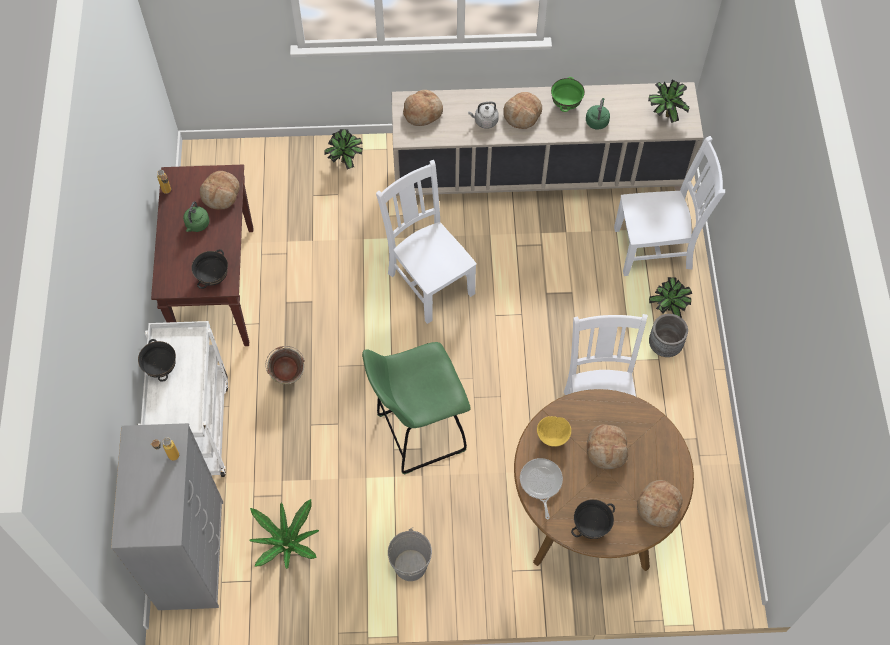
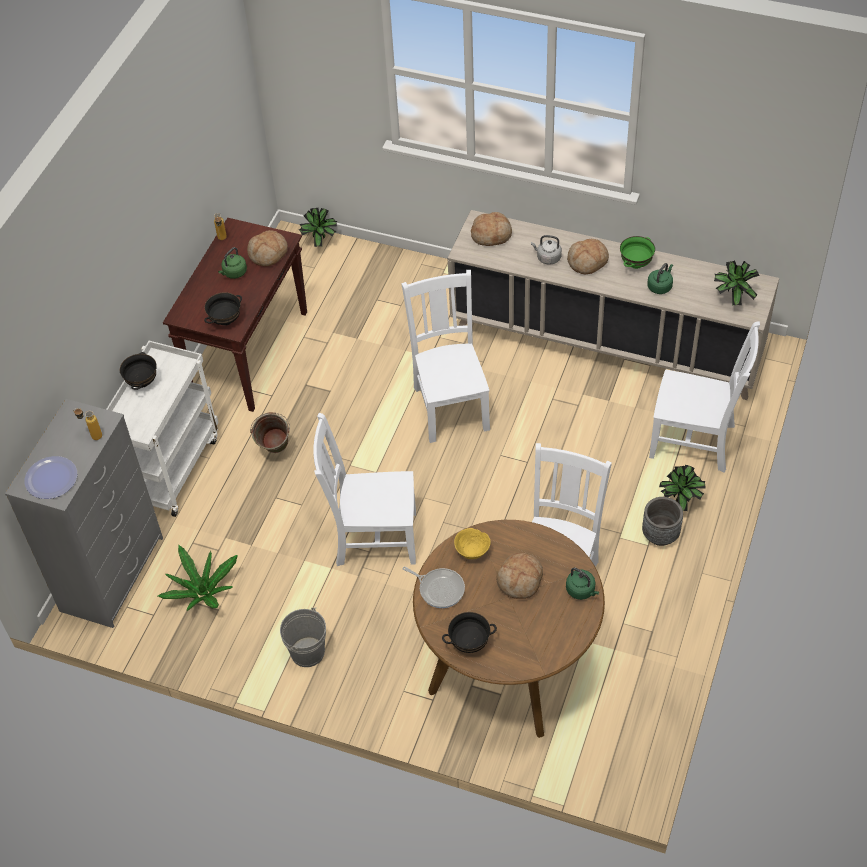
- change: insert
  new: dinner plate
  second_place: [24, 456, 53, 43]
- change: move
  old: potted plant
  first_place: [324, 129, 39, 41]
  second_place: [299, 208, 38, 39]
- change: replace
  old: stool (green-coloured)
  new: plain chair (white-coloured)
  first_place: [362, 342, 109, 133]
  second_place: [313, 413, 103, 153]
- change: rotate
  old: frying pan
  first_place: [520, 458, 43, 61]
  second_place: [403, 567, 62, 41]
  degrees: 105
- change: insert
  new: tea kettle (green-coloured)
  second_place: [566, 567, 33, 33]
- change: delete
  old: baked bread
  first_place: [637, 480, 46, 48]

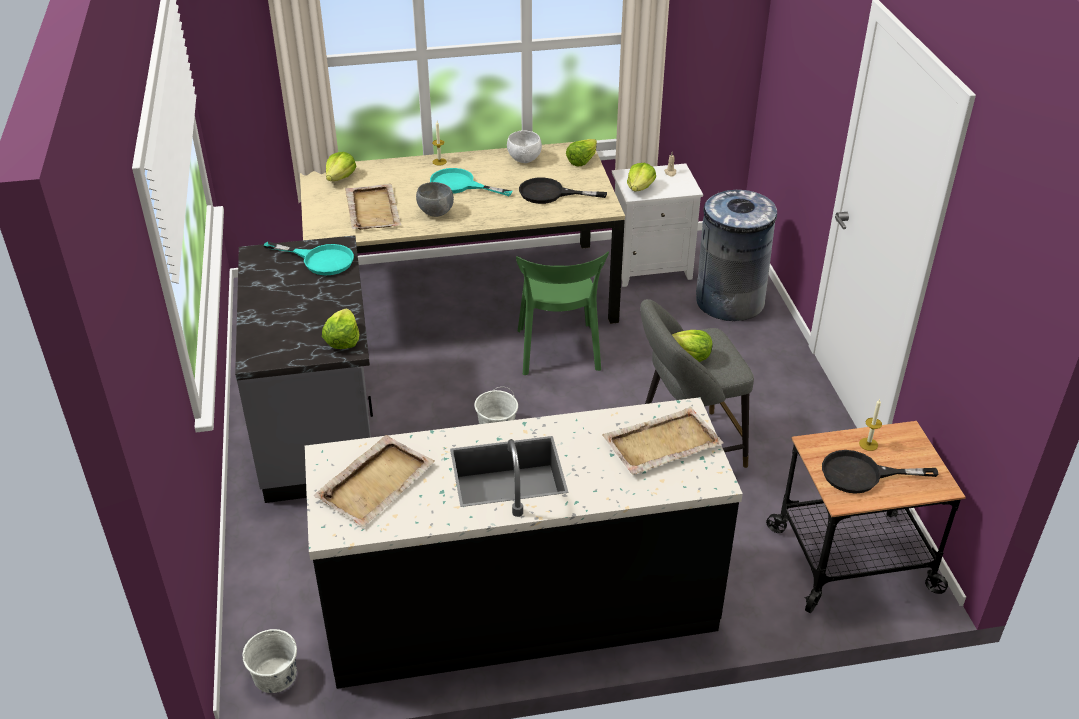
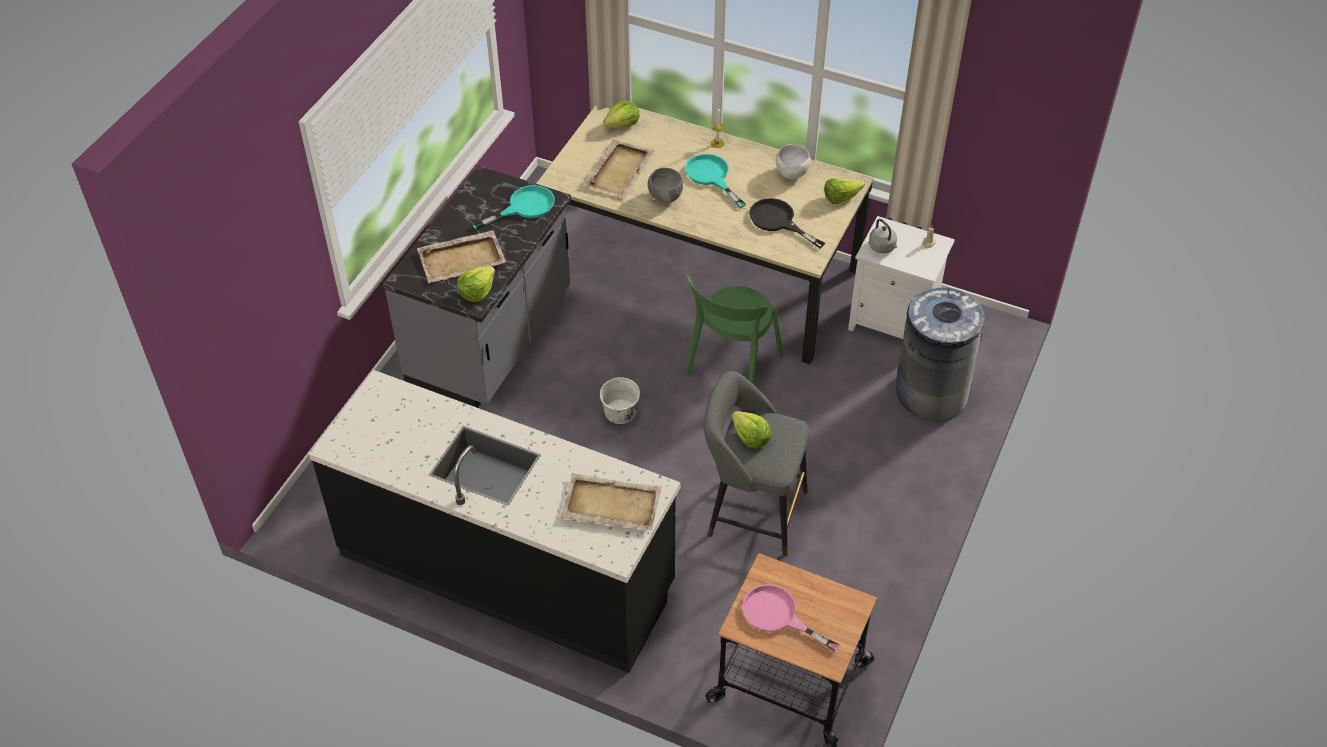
- change: move
  old: carrying tray (beige)
  first_place: [314, 435, 120, 92]
  second_place: [417, 230, 89, 53]
- change: rotate
  old: frying pan (turquoise-coloured)
  first_place: [263, 241, 91, 34]
  second_place: [472, 185, 83, 45]
  degrees: -90
- change: recolor
  old: frying pan (black-coloured)
  new: frying pan (pinkish)
  first_place: [822, 450, 116, 44]
  second_place: [742, 584, 98, 68]
- change: replace
  old: lettuce
  new: tea kettle (gray)
  first_place: [627, 163, 29, 29]
  second_place: [869, 219, 28, 34]
- change: delete
  old: water bucket (white-coloured)
  first_place: [242, 629, 55, 64]
- change: delete
  old: candle
  first_place: [859, 399, 23, 52]

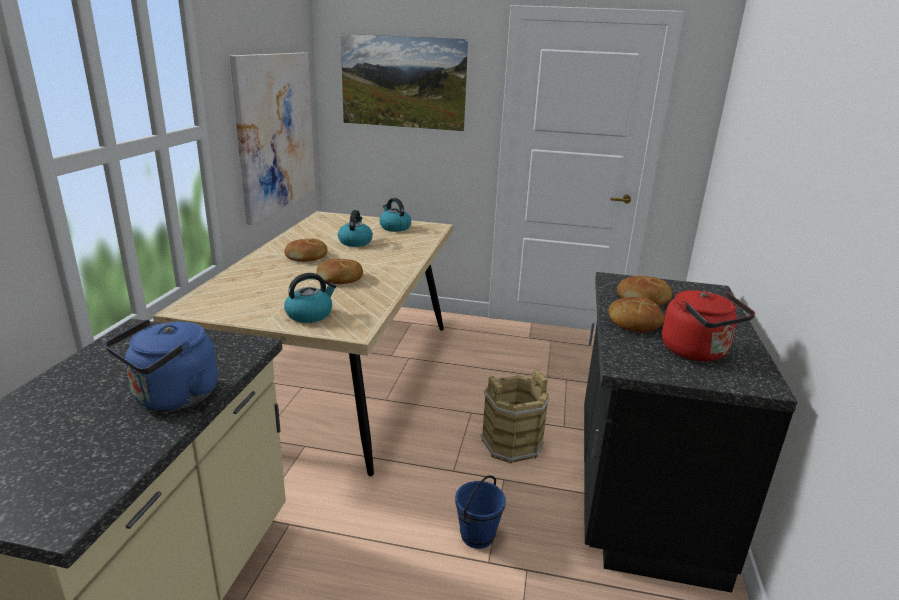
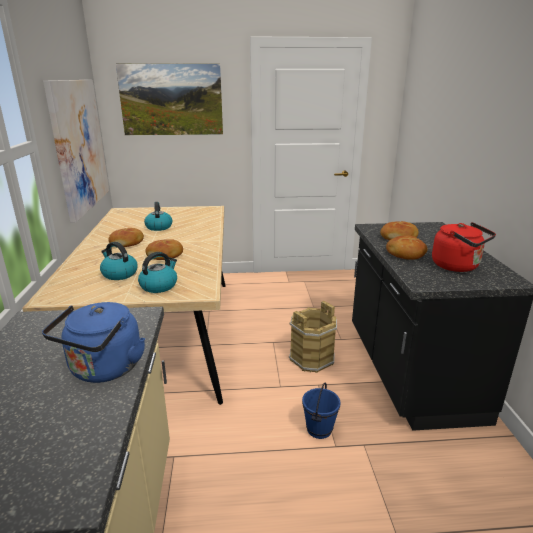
- change: move
  old: tea kettle
  first_place: [379, 198, 32, 34]
  second_place: [100, 242, 38, 38]

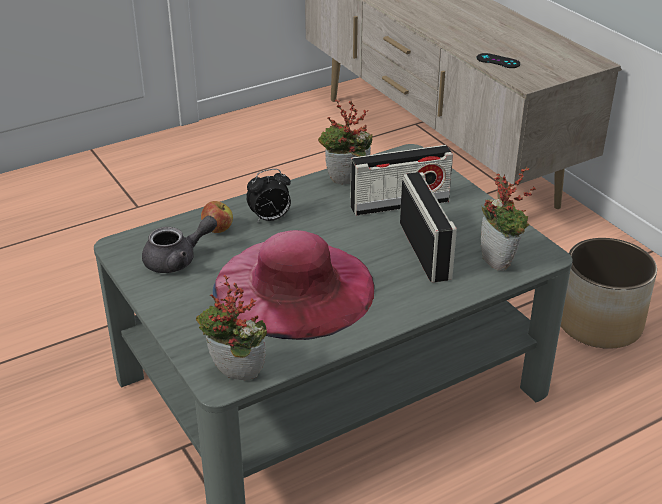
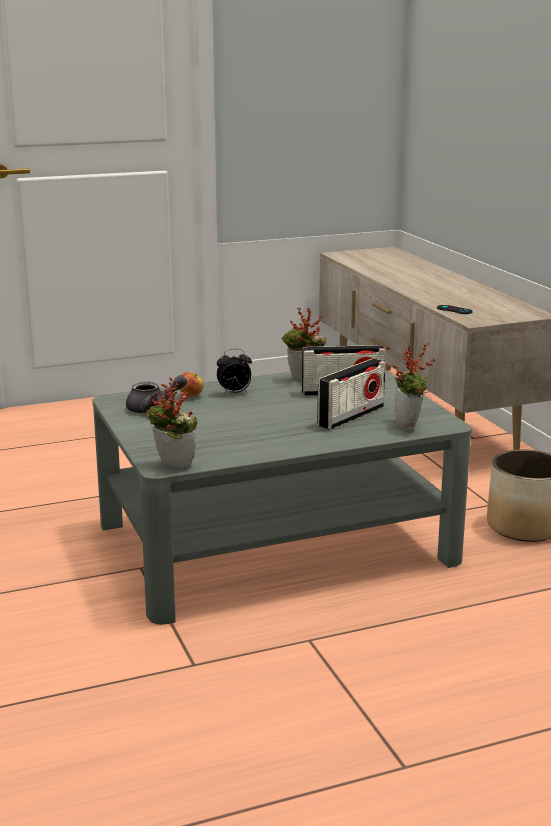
- change: rotate
  old: radio
  first_place: [400, 172, 57, 110]
  second_place: [317, 359, 68, 71]
  degrees: 45
- change: delete
  old: clothing hat (pinkish)
  first_place: [213, 230, 162, 110]

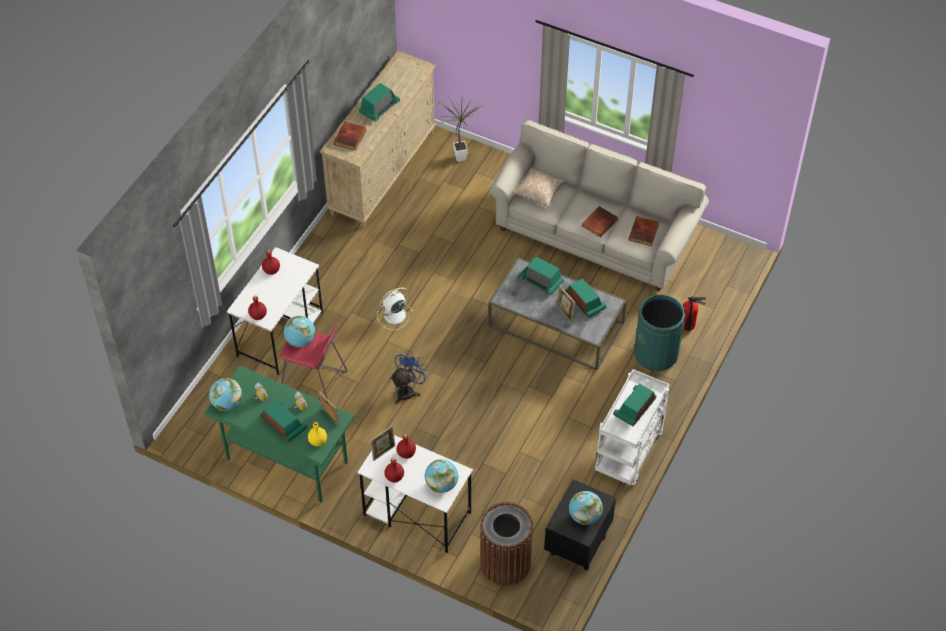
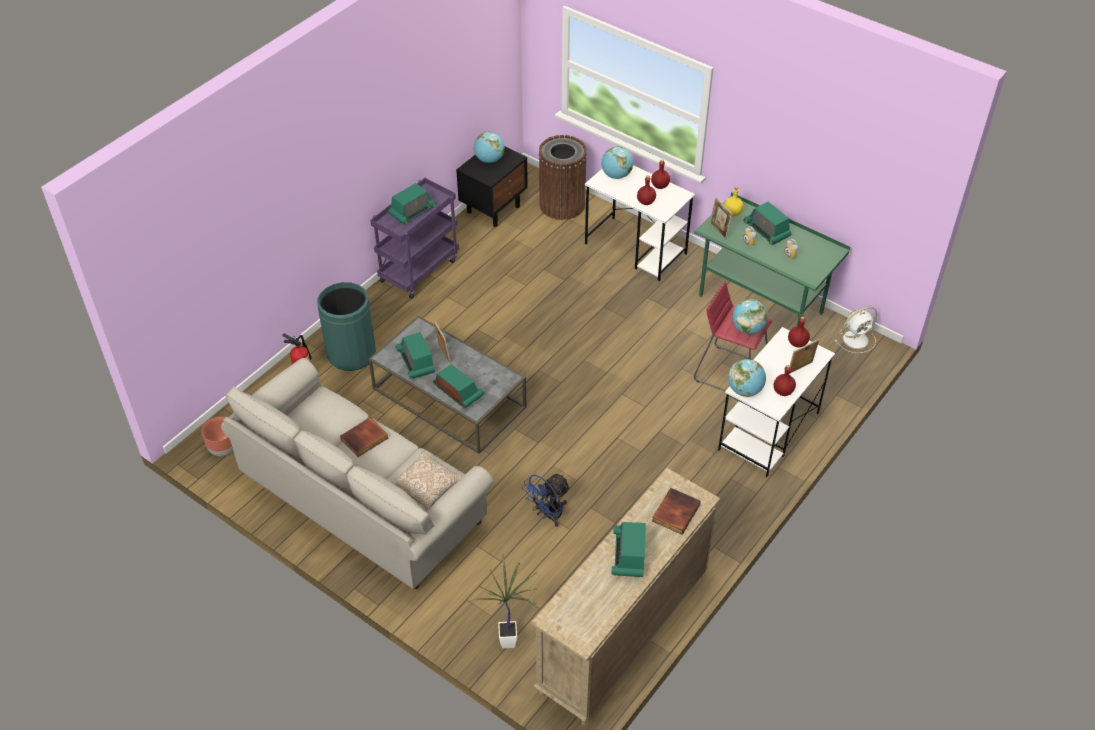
- change: insert
  new: planter (brown-coloured)
  second_place: [201, 417, 32, 39]
- change: recolor
  old: trolley (white-coloured)
  new: trolley (purple-coloured)
  first_place: [595, 369, 75, 116]
  second_place: [370, 178, 89, 121]
- change: move
  old: fan (blue)
  first_place: [390, 350, 40, 54]
  second_place: [522, 474, 49, 53]
- change: rotate
  old: radio
  first_place: [359, 83, 41, 38]
  second_place: [611, 522, 35, 55]
  degrees: -45
- change: move
  old: globe
  first_place: [209, 378, 33, 33]
  second_place: [728, 359, 38, 38]
- change: move
  old: picture frame
  first_place: [370, 425, 25, 36]
  second_place: [790, 339, 29, 34]
- change: move
  old: fan (white-coloured)
  first_place: [377, 287, 36, 43]
  second_place: [835, 307, 43, 46]
- change: delete
  old: book
  first_place: [629, 216, 30, 30]

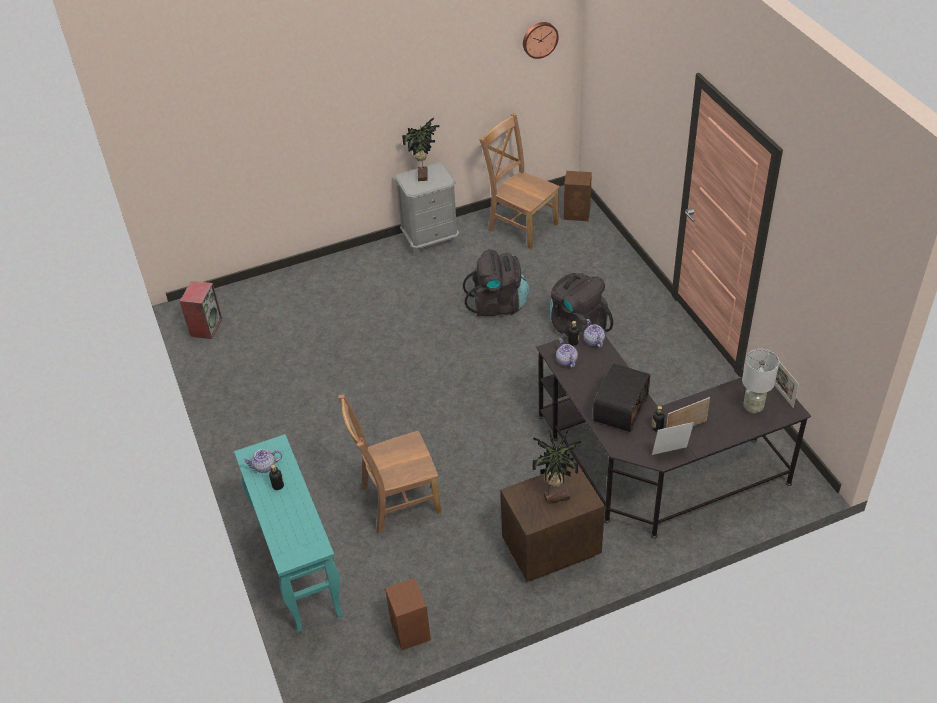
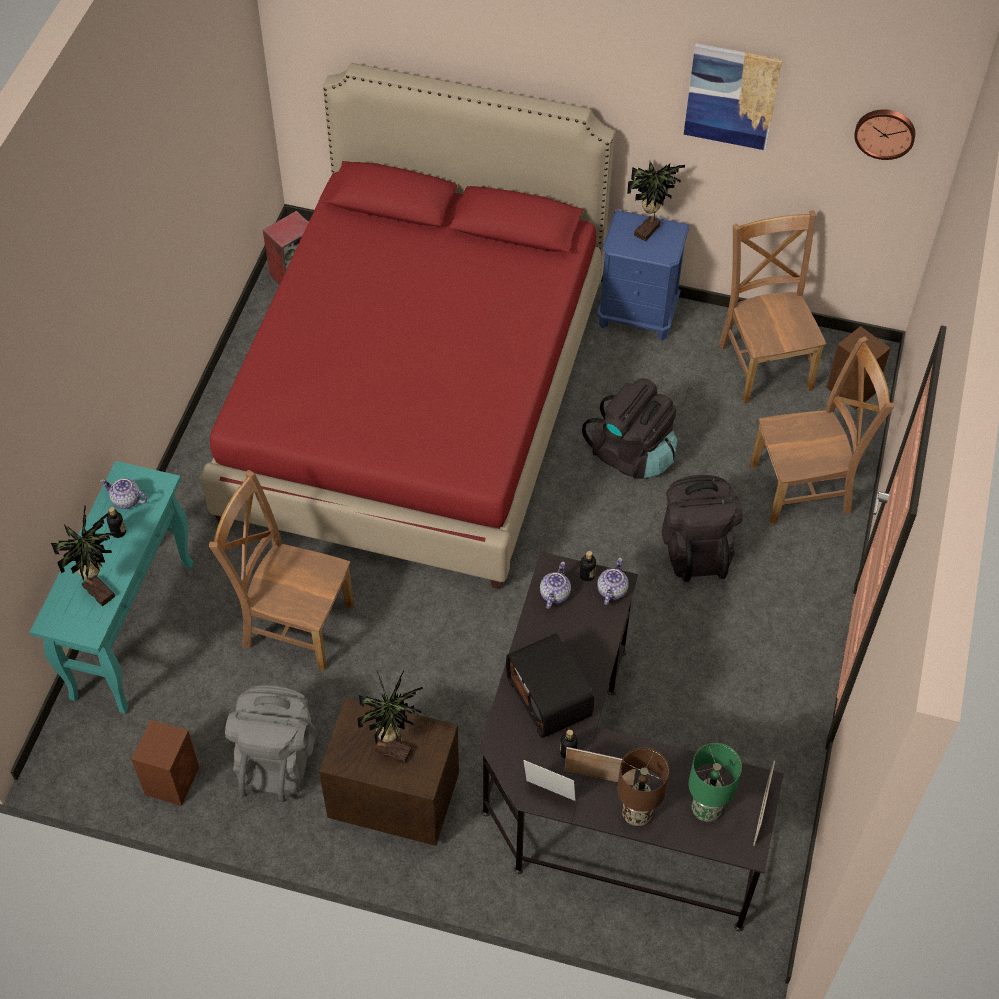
- change: insert
  new: potted plant
  second_place: [51, 506, 65, 100]
- change: insert
  new: bedroom bed (reddish)
  second_place: [201, 63, 414, 526]
- change: insert
  new: rucksack (gray)
  second_place: [225, 685, 93, 117]
- change: rotate
  old: radio
  first_place: [593, 364, 57, 68]
  second_place: [506, 633, 88, 105]
  degrees: 90
- change: recolor
  old: bedside table (gray)
  new: bedside table (blue)
  first_place: [394, 162, 65, 94]
  second_place: [597, 210, 93, 131]
- change: insert
  new: lamp for a table (brown-coloured)
  second_place: [617, 747, 52, 79]
- change: insert
  new: picture
  second_place: [684, 43, 98, 107]
- change: recolor
  old: lamp for a table (gray)
  new: lamp for a table (green-coloured)
  first_place: [742, 349, 37, 64]
  second_place: [688, 743, 54, 79]
- change: insert
  new: plain chair (brown-coloured)
  second_place: [750, 337, 144, 188]

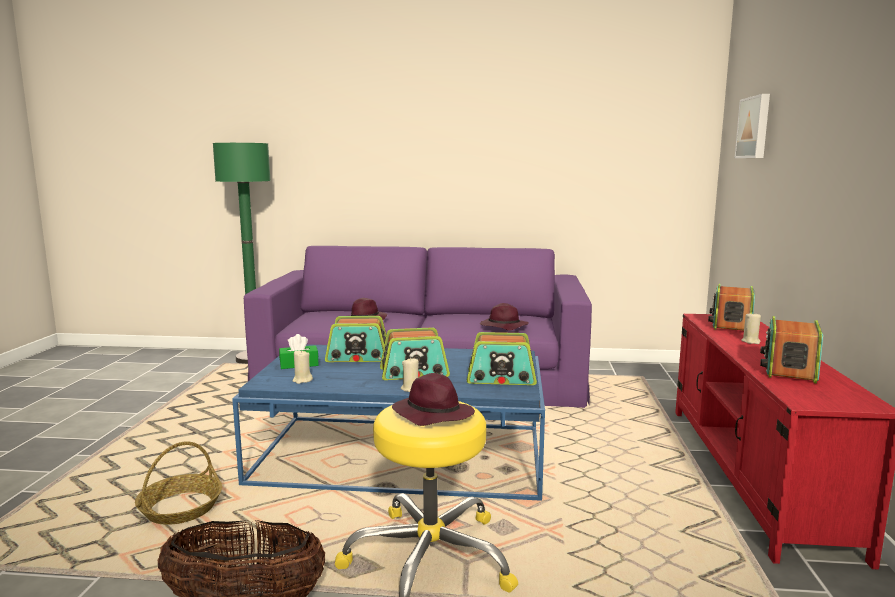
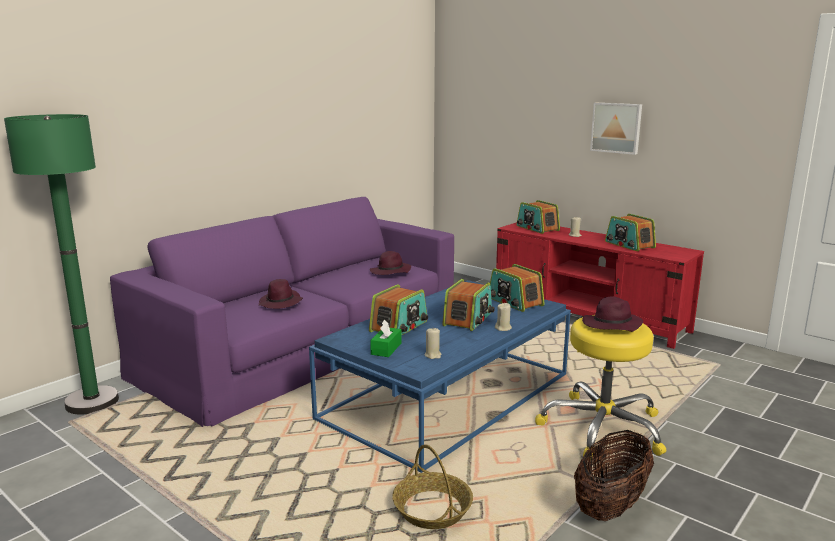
- change: rotate
  old: radio
  first_place: [467, 332, 70, 53]
  second_place: [490, 264, 55, 48]
  degrees: 105
- change: move
  old: picture
  first_place: [734, 94, 36, 64]
  second_place: [590, 103, 52, 52]

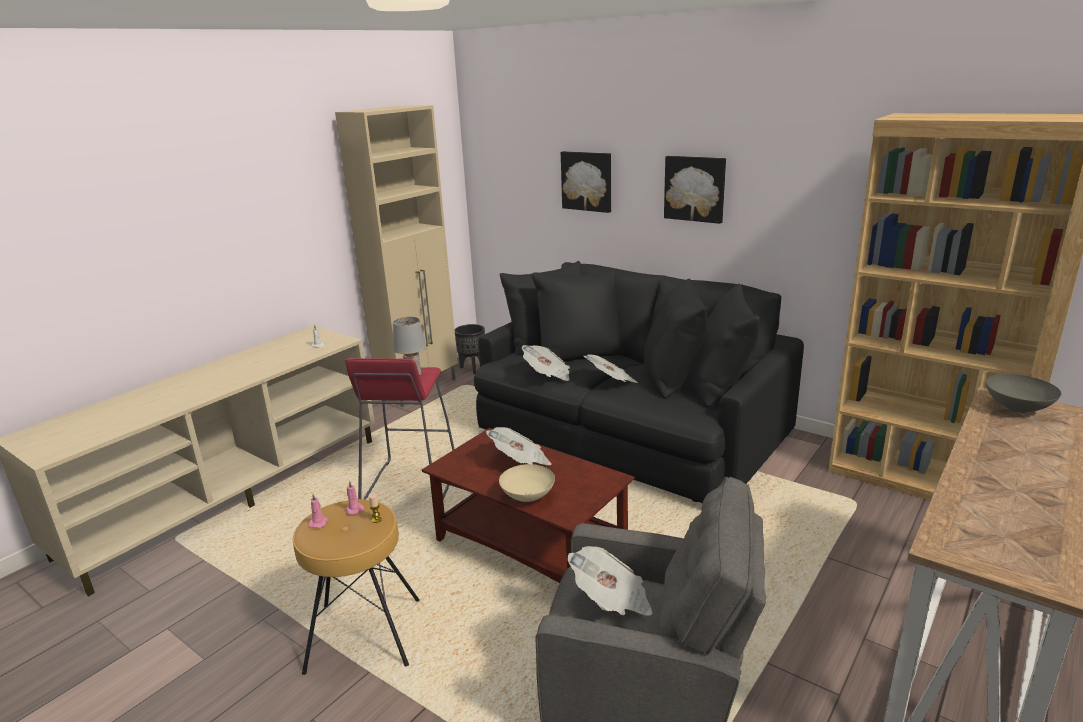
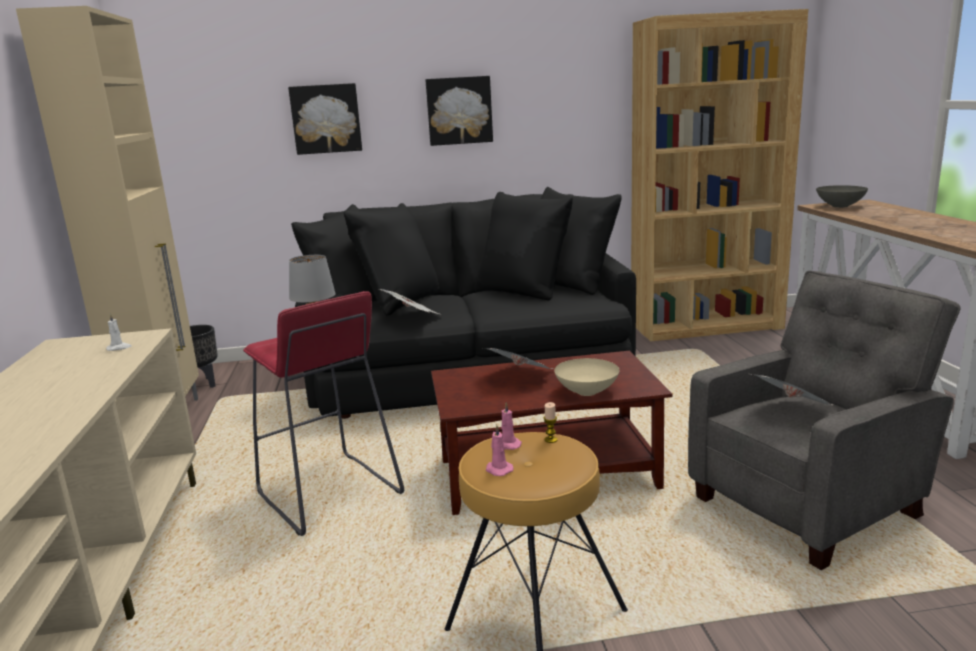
- change: delete
  old: newspaper
  first_place: [584, 355, 54, 28]

